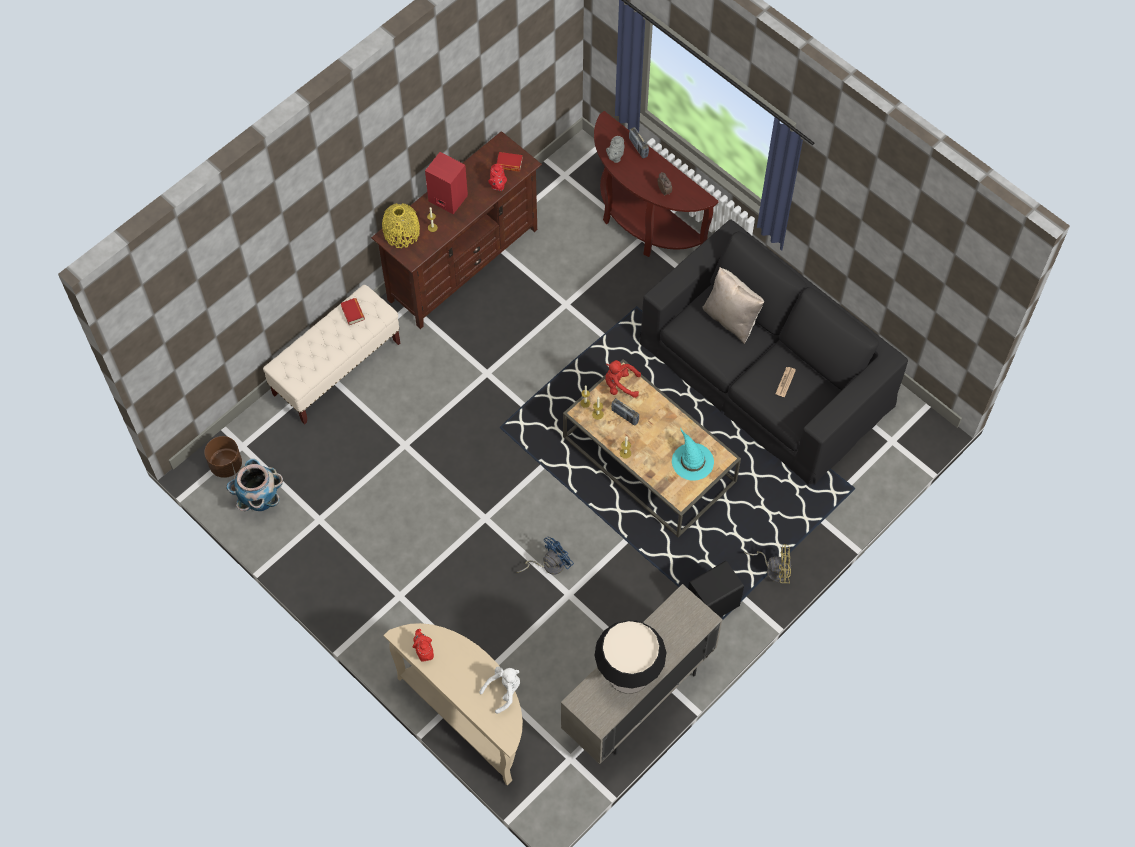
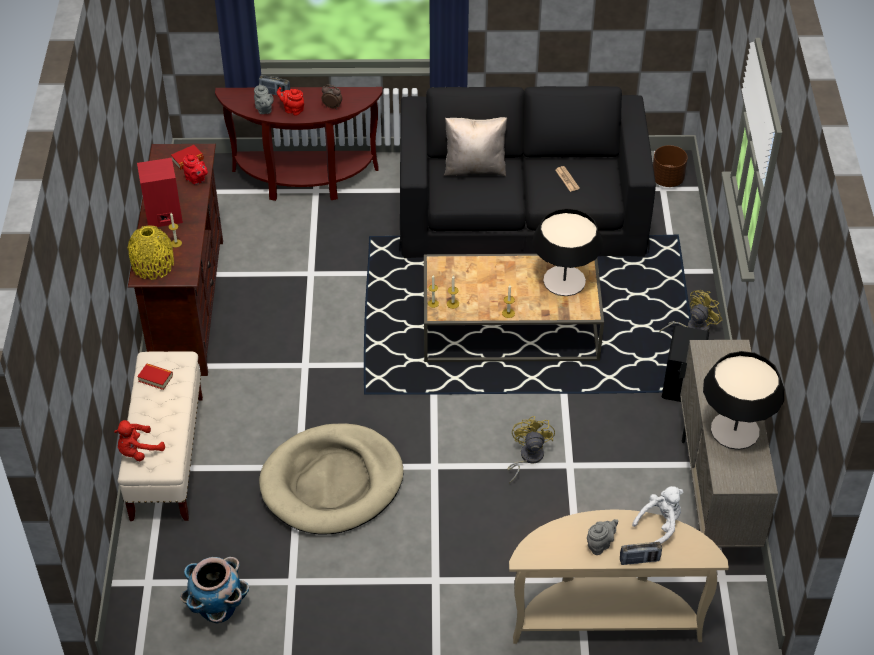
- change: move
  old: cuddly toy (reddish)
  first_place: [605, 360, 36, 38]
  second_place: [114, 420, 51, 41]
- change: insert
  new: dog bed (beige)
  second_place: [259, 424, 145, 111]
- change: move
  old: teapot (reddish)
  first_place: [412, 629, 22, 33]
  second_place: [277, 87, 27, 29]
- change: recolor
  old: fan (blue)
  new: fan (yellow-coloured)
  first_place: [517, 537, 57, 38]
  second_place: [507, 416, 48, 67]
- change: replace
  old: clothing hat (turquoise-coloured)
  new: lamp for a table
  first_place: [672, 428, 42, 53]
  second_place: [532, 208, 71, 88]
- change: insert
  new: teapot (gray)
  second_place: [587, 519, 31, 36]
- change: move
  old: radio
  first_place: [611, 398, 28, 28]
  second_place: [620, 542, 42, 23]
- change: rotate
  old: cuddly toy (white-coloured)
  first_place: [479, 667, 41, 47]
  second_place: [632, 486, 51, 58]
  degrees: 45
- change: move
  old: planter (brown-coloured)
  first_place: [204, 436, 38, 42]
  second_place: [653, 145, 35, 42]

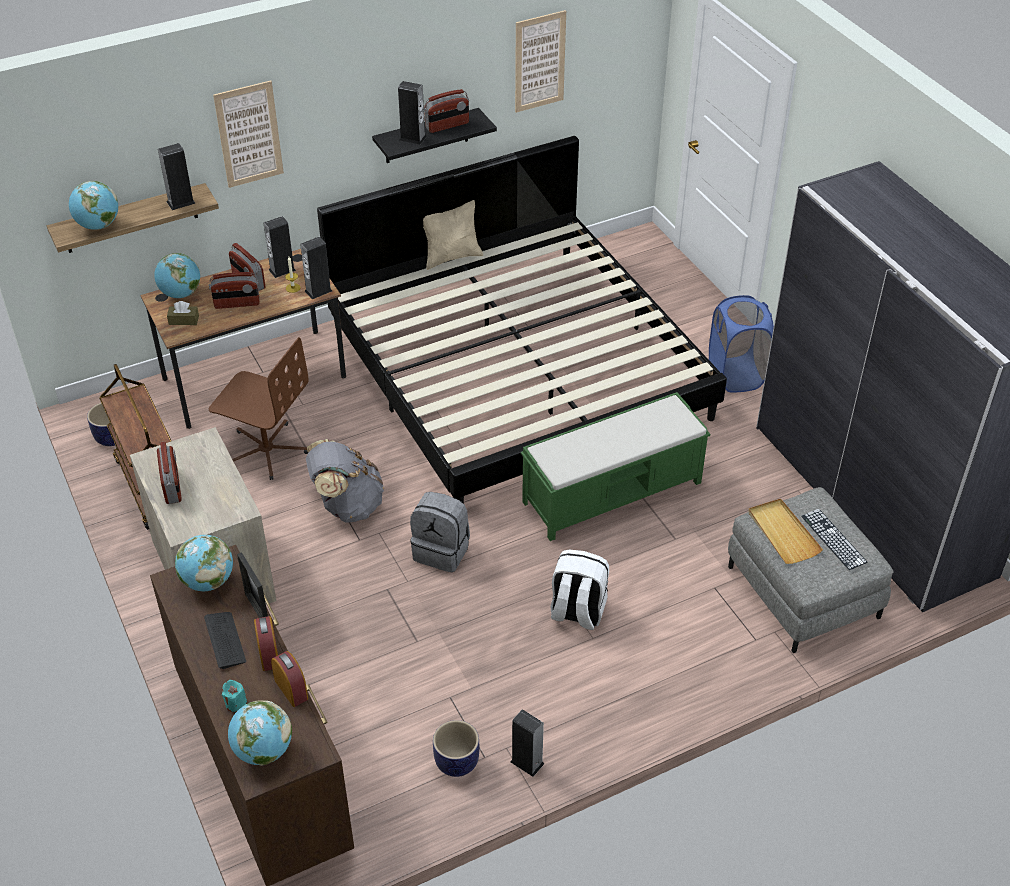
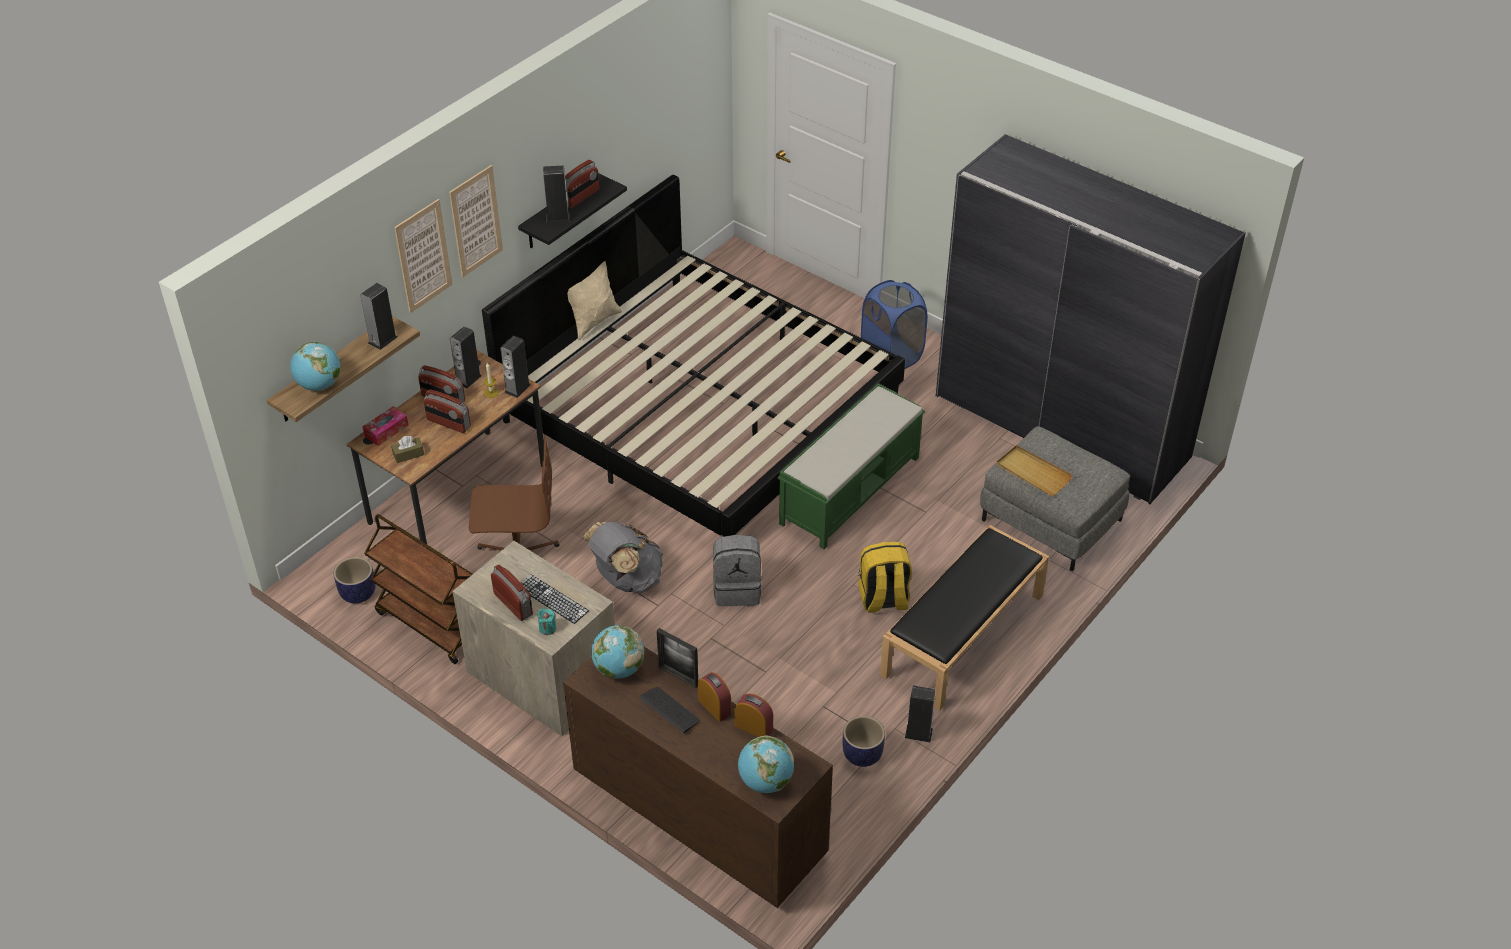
- change: replace
  old: globe
  new: box of tissues
  first_place: [154, 253, 46, 45]
  second_place: [362, 406, 47, 40]
- change: rotate
  old: radio
  first_place: [209, 272, 51, 37]
  second_place: [424, 389, 47, 44]
  degrees: 60
- change: move
  old: picture
  first_place: [515, 10, 51, 103]
  second_place: [449, 165, 54, 112]
- change: move
  old: keyboard
  first_place: [801, 509, 66, 61]
  second_place: [521, 574, 68, 50]
- change: move
  old: candle (turquoise-coloured)
  first_place: [222, 680, 25, 32]
  second_place: [537, 609, 19, 26]
- change: recolor
  old: rucksack (white-coloured)
  new: rucksack (yellow-coloured)
  first_place: [551, 550, 58, 80]
  second_place: [858, 542, 54, 71]
- change: insert
  new: long seat (black-coloured)
  second_place: [880, 525, 169, 186]

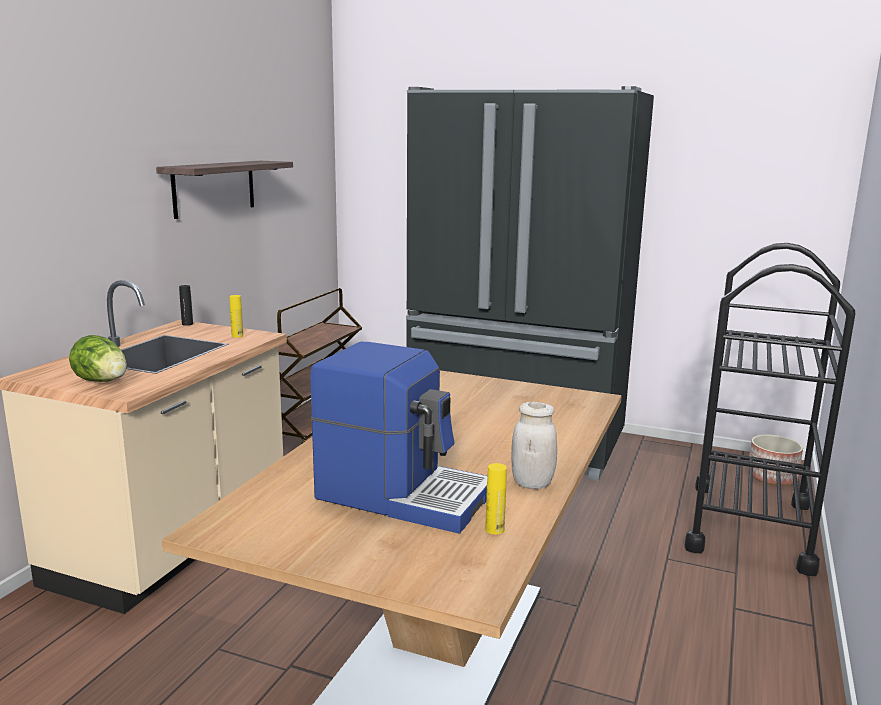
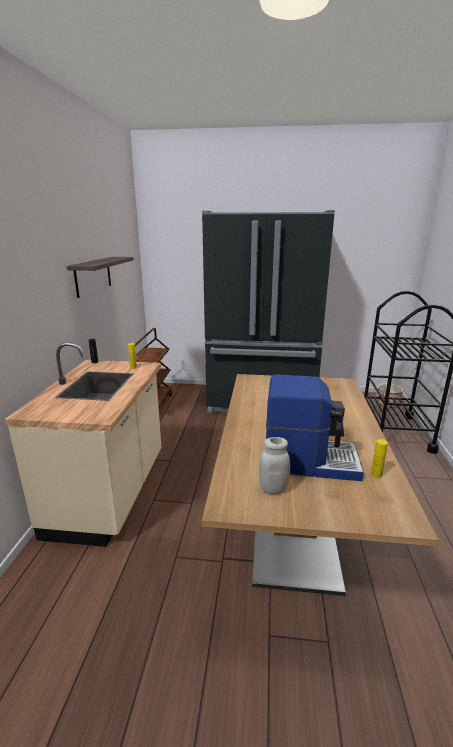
- change: move
  old: preserve jar (white-coloured)
  first_place: [511, 402, 46, 87]
  second_place: [259, 437, 31, 57]
- change: delete
  old: lettuce
  first_place: [69, 335, 58, 47]

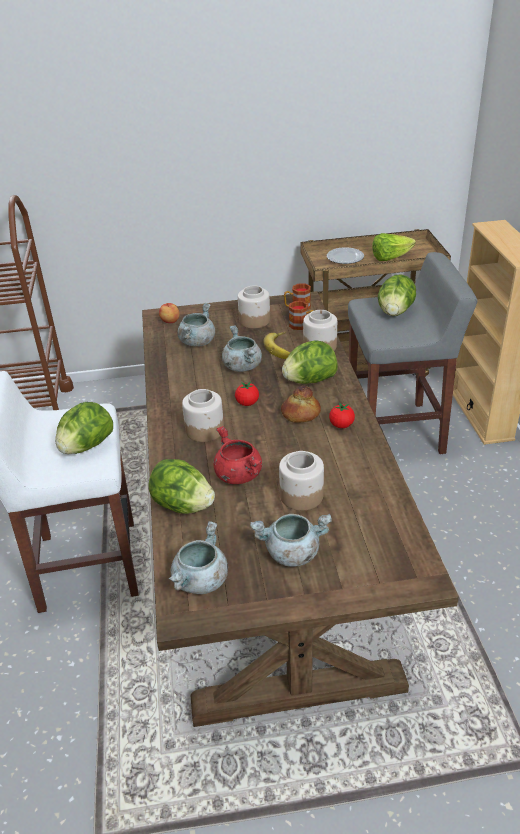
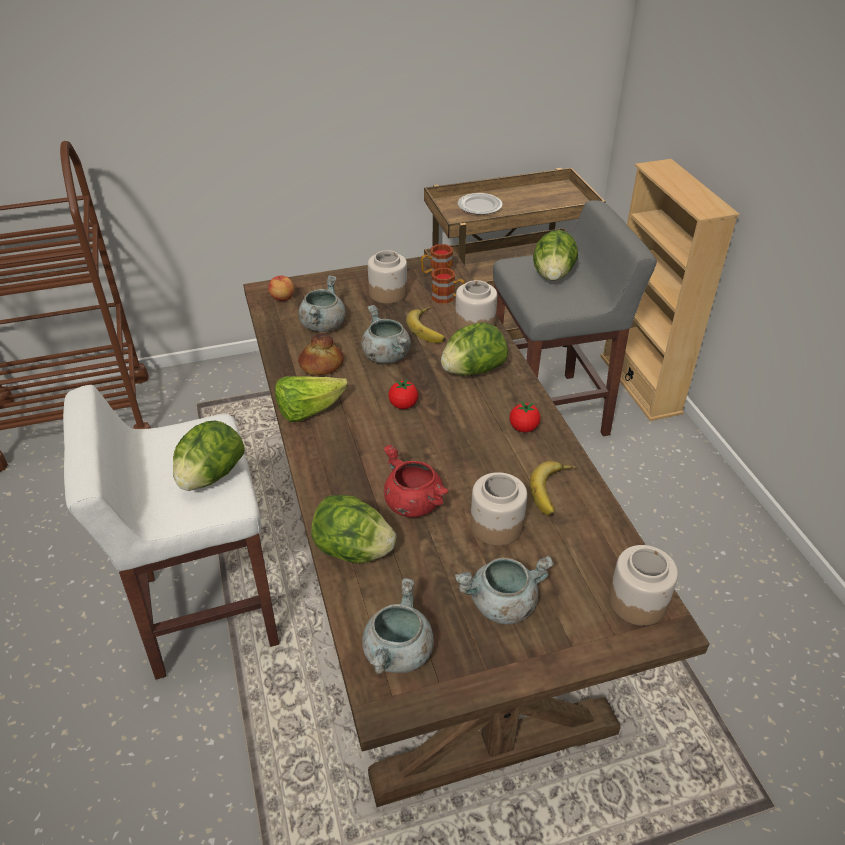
- change: move
  old: lettuce
  first_place: [372, 233, 44, 28]
  second_place: [275, 376, 73, 46]
- change: move
  old: baked bread
  first_place: [281, 385, 40, 38]
  second_place: [298, 333, 46, 43]
- change: insert
  new: banana
  second_place: [530, 461, 47, 54]
- change: move
  old: preserve jar
  first_place: [182, 389, 42, 53]
  second_place: [609, 545, 69, 81]

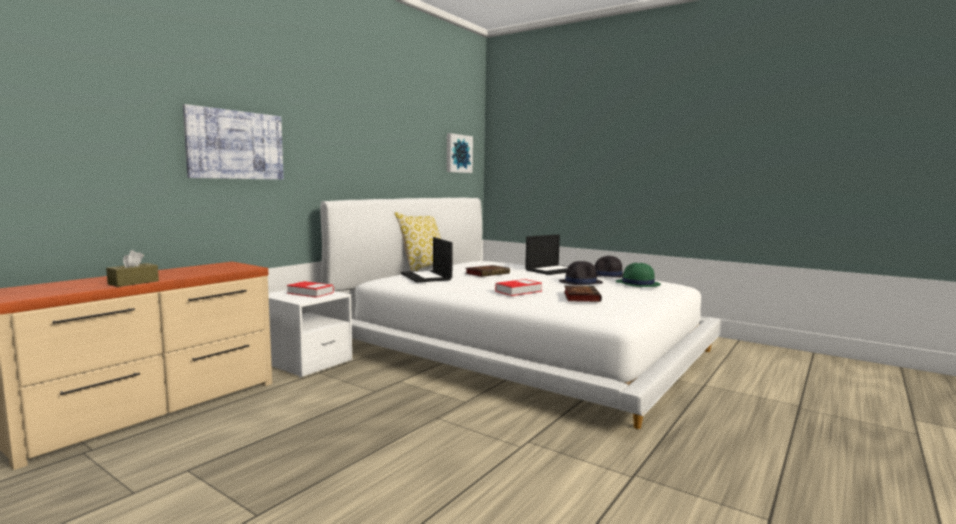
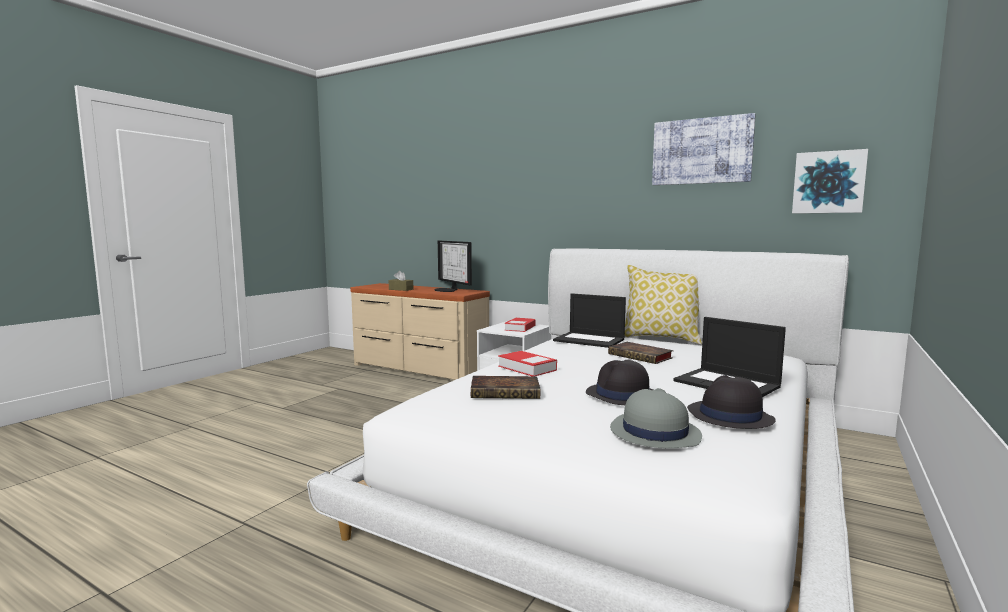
- change: insert
  new: monitor
  second_place: [434, 241, 38, 51]
- change: rotate
  old: portable computer
  first_place: [401, 237, 52, 46]
  second_place: [553, 293, 73, 55]
  degrees: -120
- change: recolor
  old: clothing hat (green-coloured)
  new: clothing hat (gray)
  first_place: [616, 263, 45, 24]
  second_place: [610, 388, 92, 60]
- change: move
  old: picture
  first_place: [183, 104, 101, 76]
  second_place: [652, 113, 104, 72]

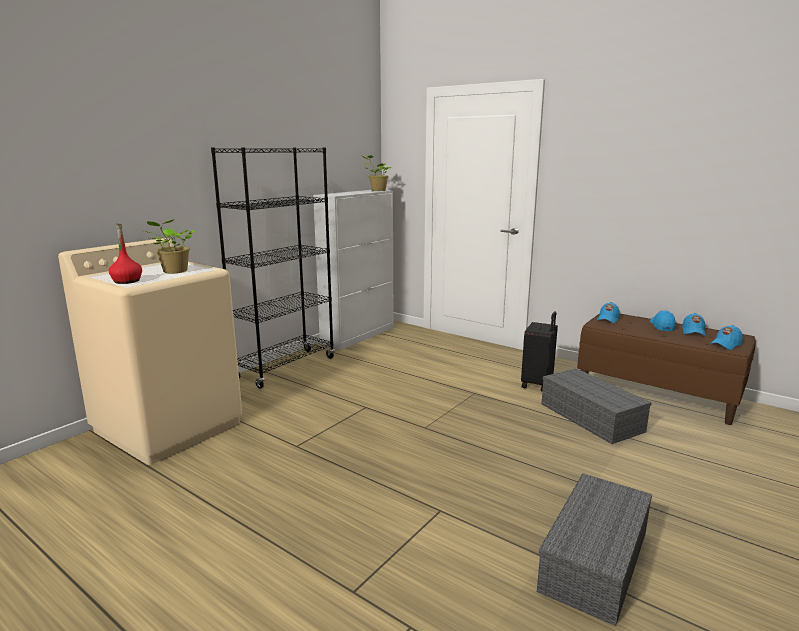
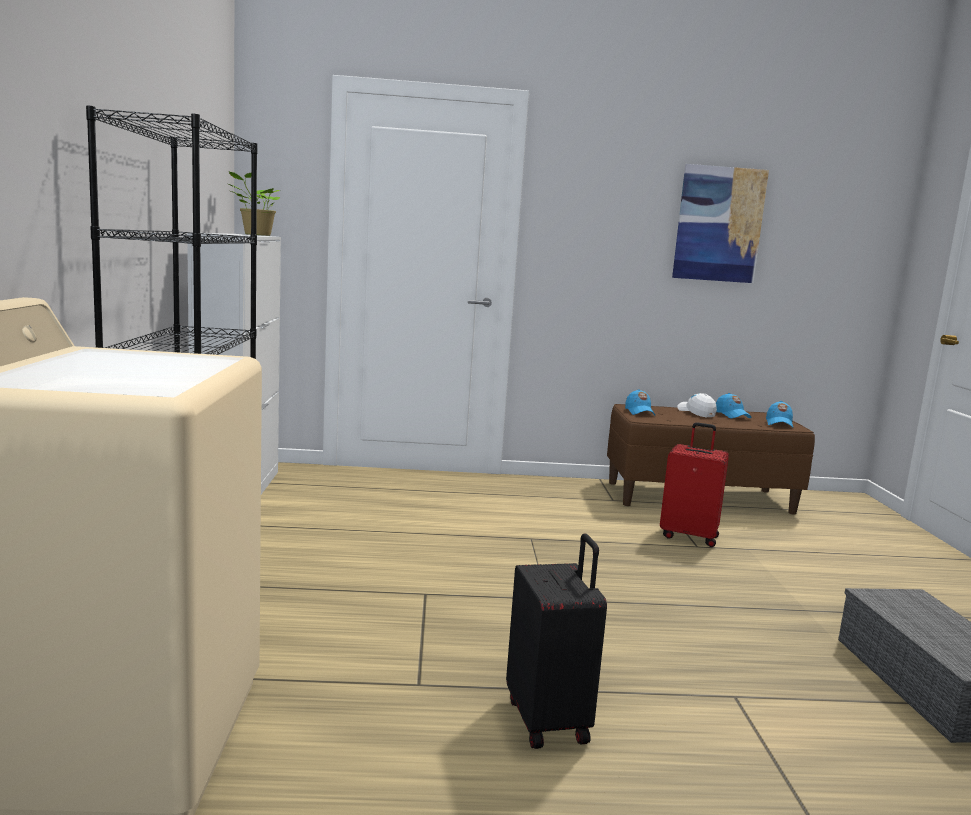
- change: move
  old: travel case (black-coloured)
  first_place: [521, 311, 37, 80]
  second_place: [506, 533, 101, 216]
- change: replace
  old: storage box (gray)
  new: travel case (reddish)
  first_place: [541, 368, 111, 76]
  second_place: [660, 422, 69, 125]
- change: insert
  new: picture
  second_place: [672, 164, 97, 119]
- change: recolor
  old: baseball cap (blue)
  new: baseball cap (white-coloured)
  first_place: [650, 310, 26, 21]
  second_place: [677, 393, 40, 25]
- change: delete
  old: drink bottle (reddish)
  first_place: [109, 223, 33, 61]
- change: delete
  old: potted plant
  first_place: [144, 219, 51, 55]

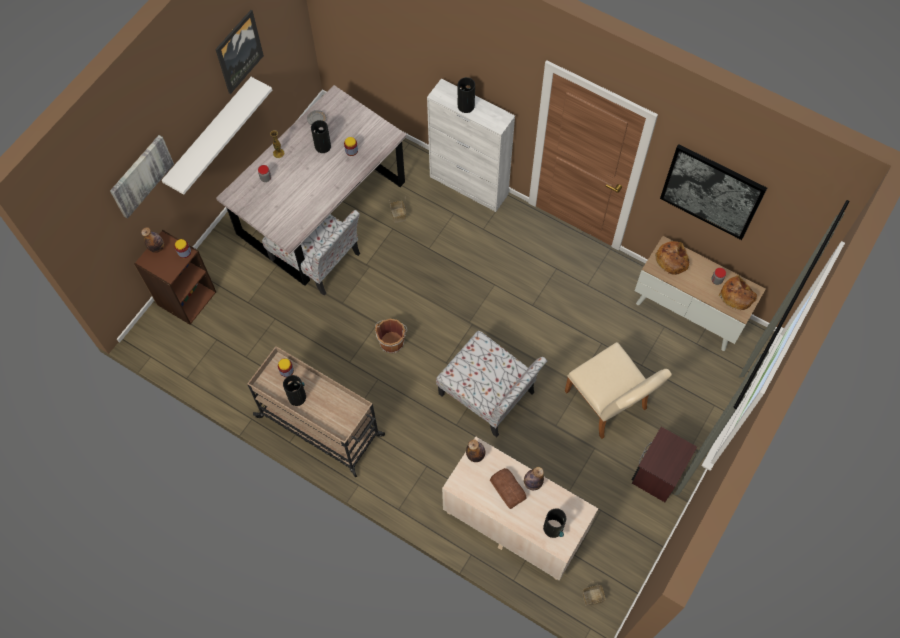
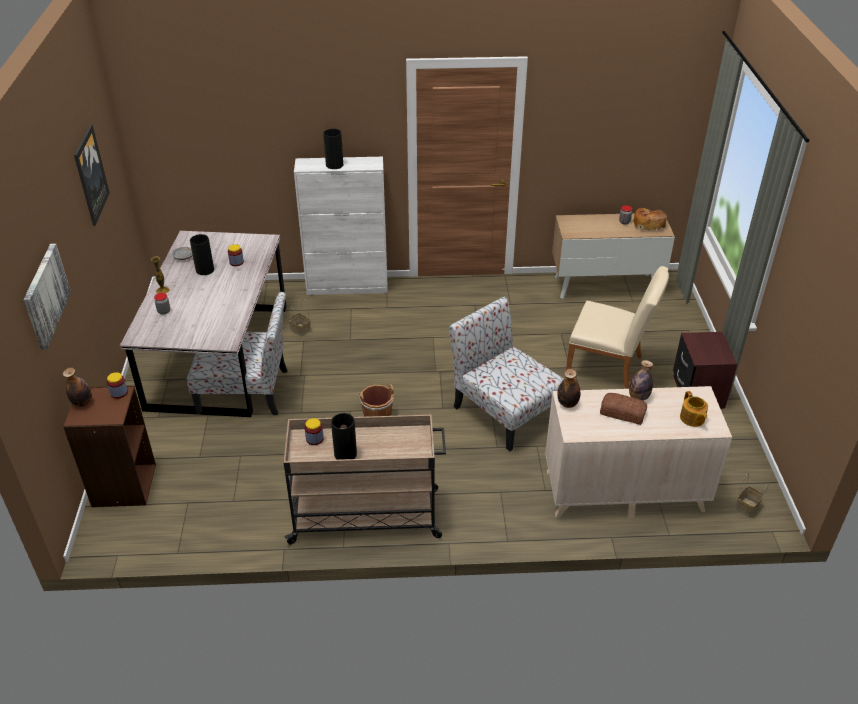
- change: rotate
  old: plain chair
  first_place: [436, 331, 111, 106]
  second_place: [449, 297, 115, 154]
  degrees: -135
- change: replace
  old: vase
  new: teapot
  first_place: [543, 508, 23, 30]
  second_place: [680, 391, 28, 36]
- change: delete
  old: wall shelf (white-coloured)
  first_place: [162, 77, 110, 118]
- change: delete
  old: baked bread
  first_place: [655, 241, 35, 34]
- change: delete
  old: picture
  first_place: [660, 144, 107, 96]

